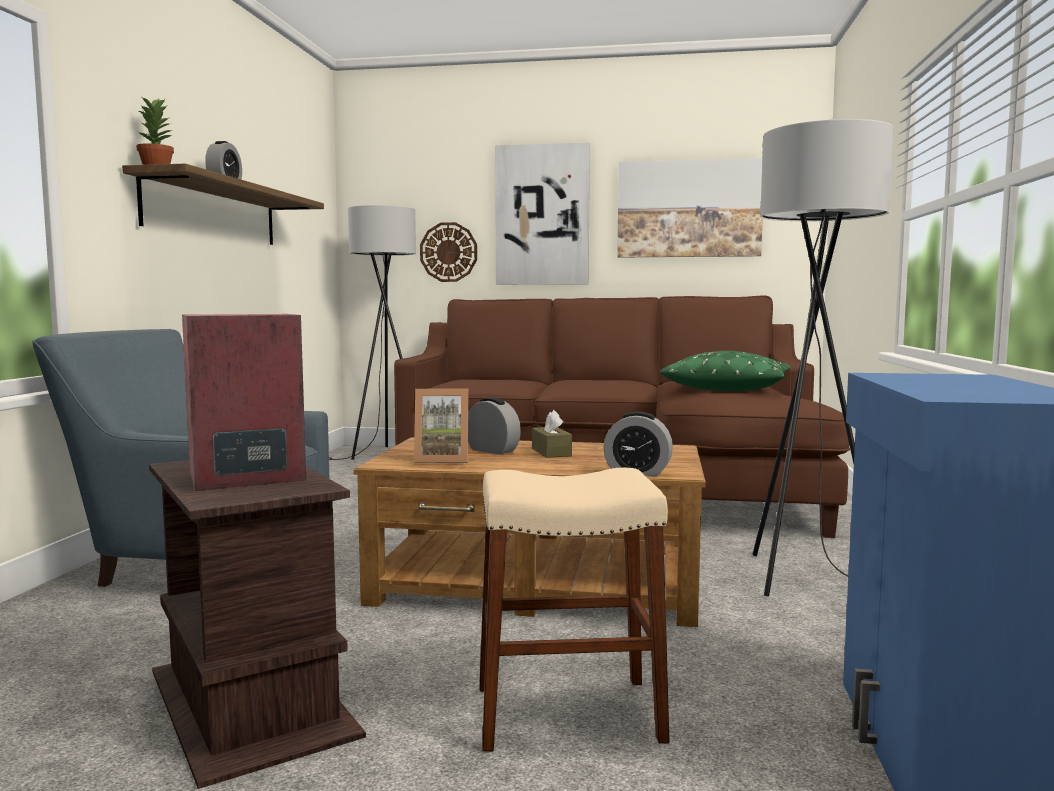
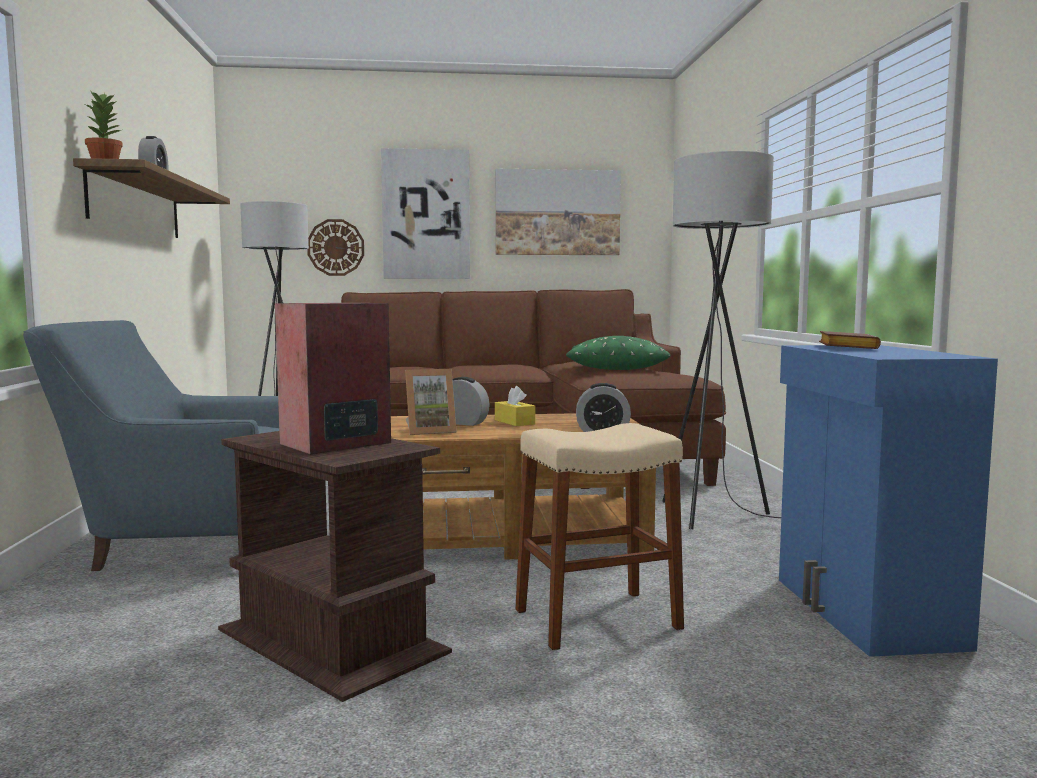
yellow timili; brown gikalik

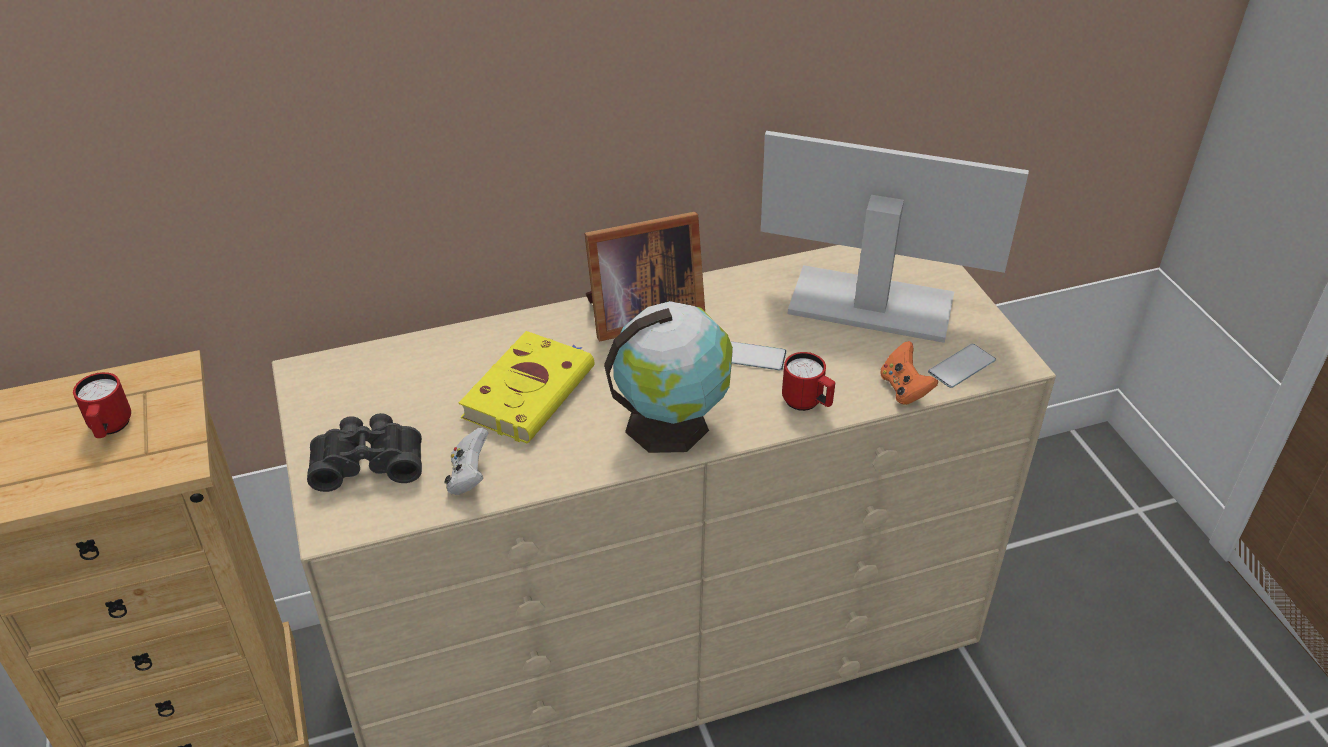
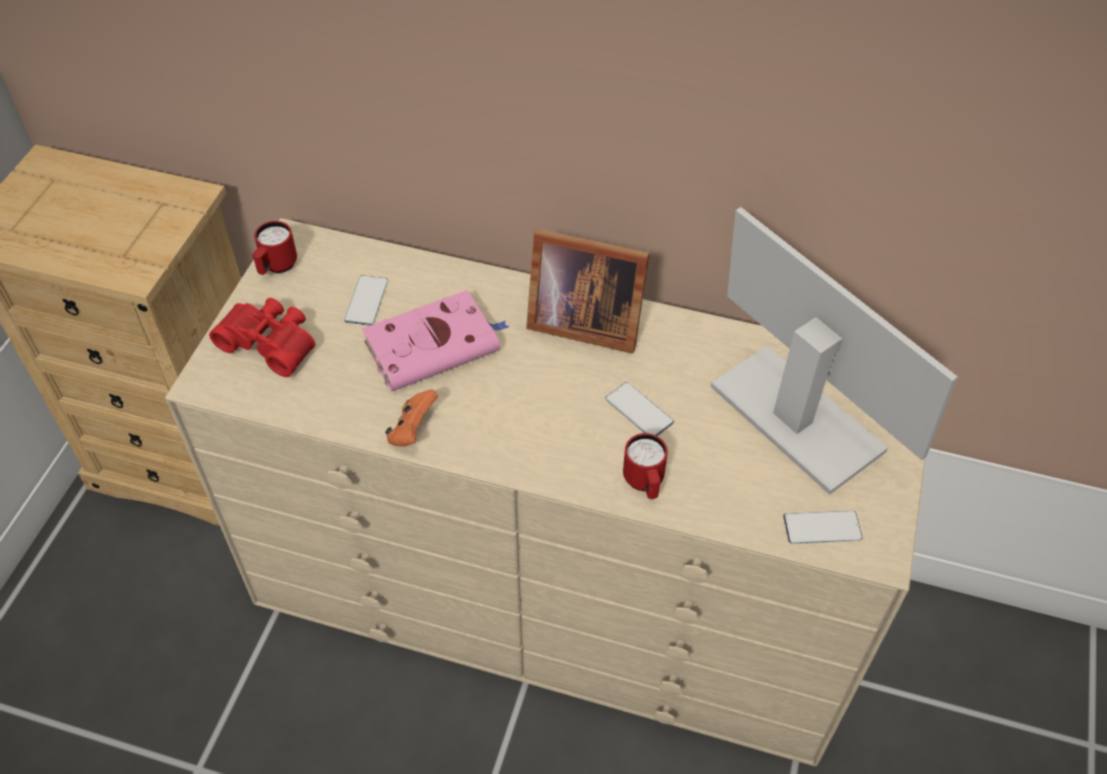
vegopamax; pink gikalik; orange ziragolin; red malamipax (1st from left); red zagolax; white ziragolin; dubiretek (1st from left)

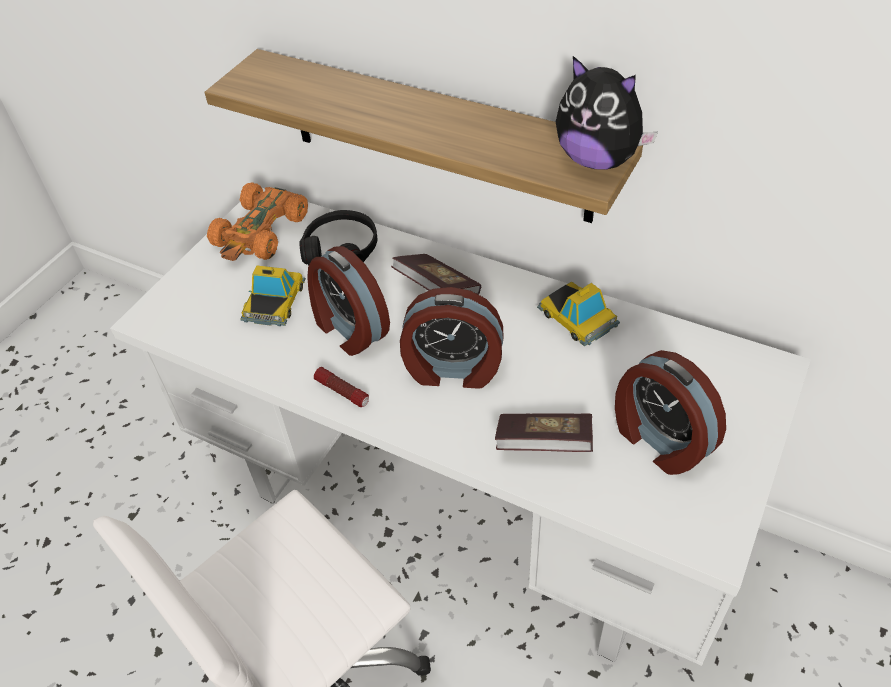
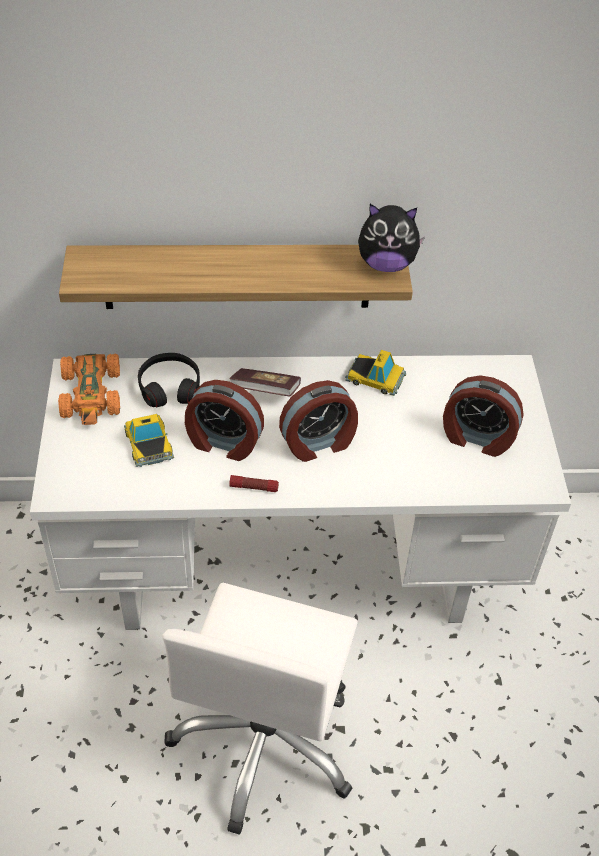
gikalik (2nd from left in the first image)

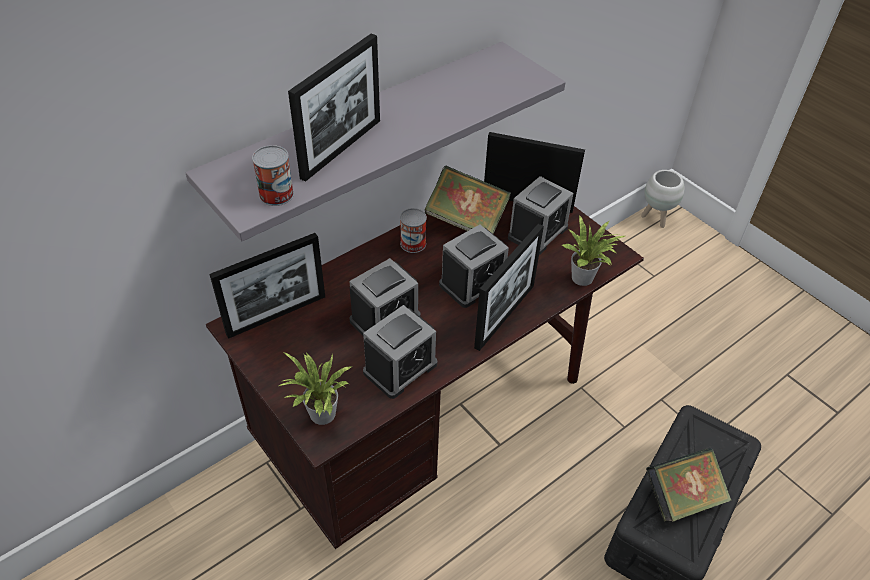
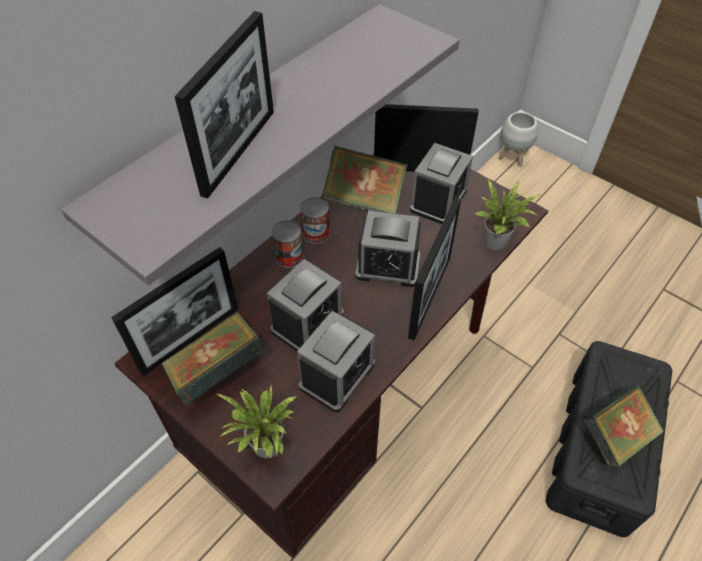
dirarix (1st from left); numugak (3rd from left); gikalik (1st from left)

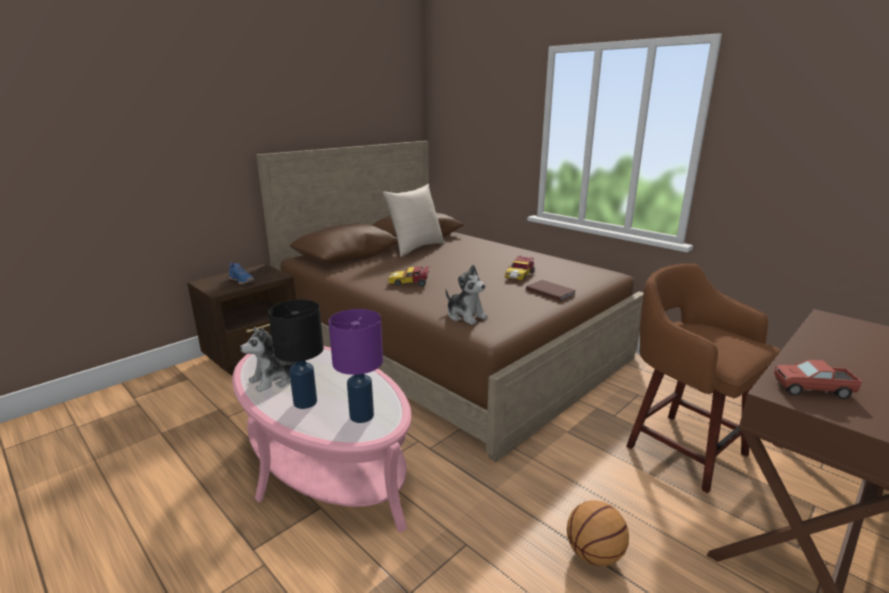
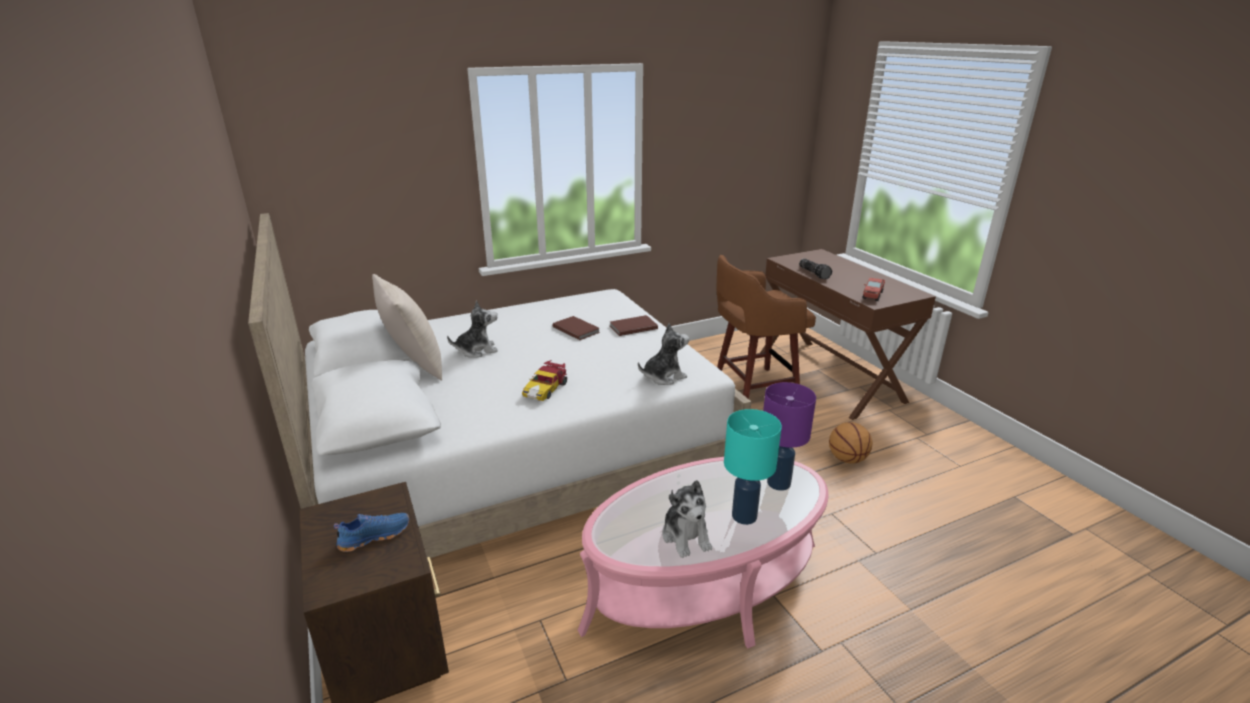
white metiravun; brown gikalik (1st from left); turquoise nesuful; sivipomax; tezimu (1st from left)

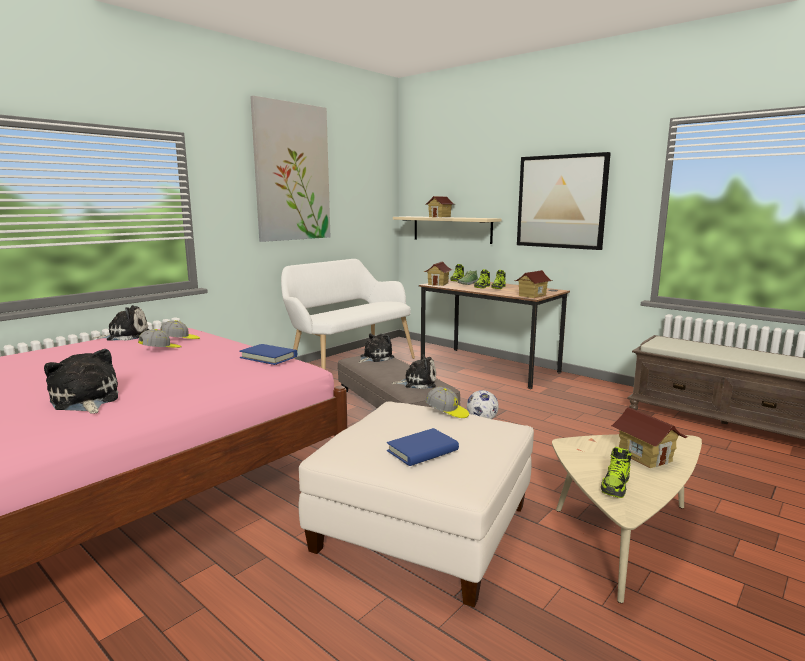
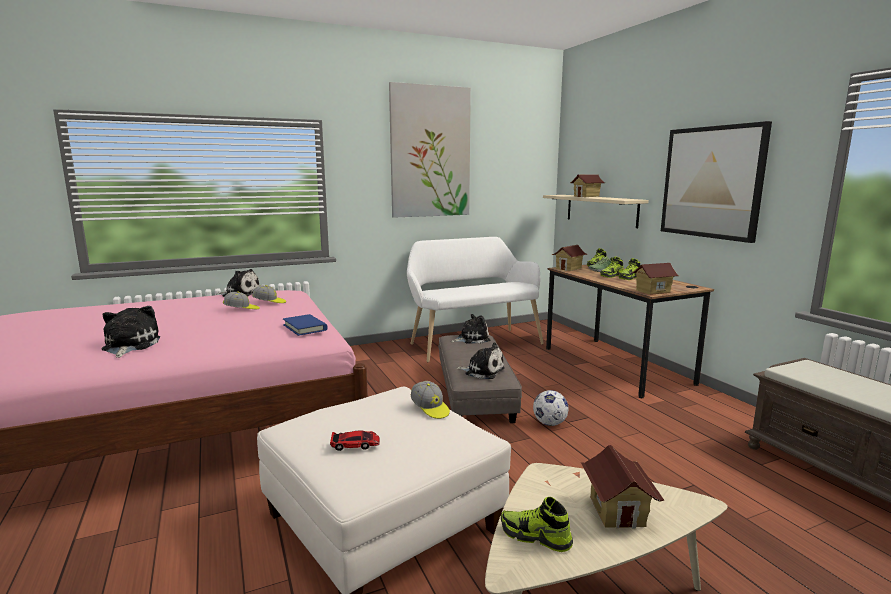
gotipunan; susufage (1st from left)

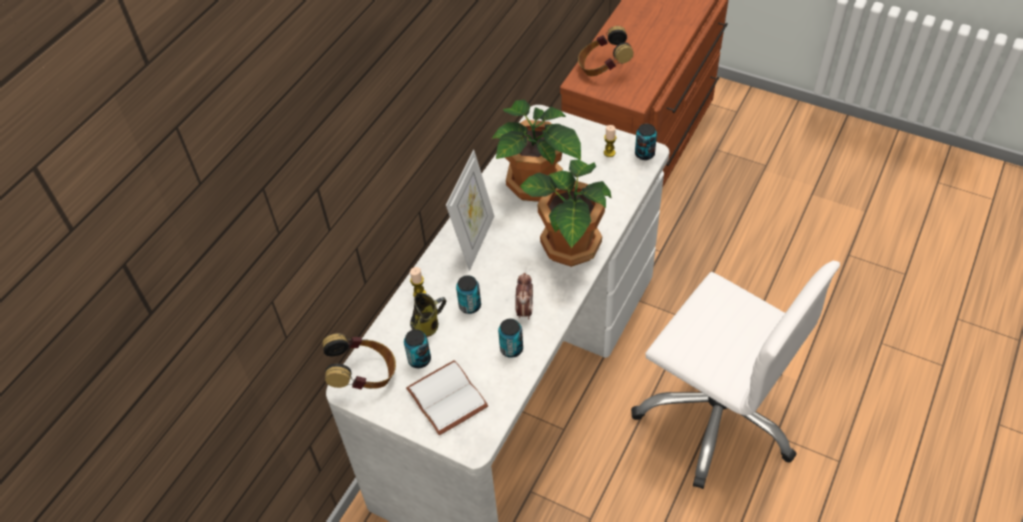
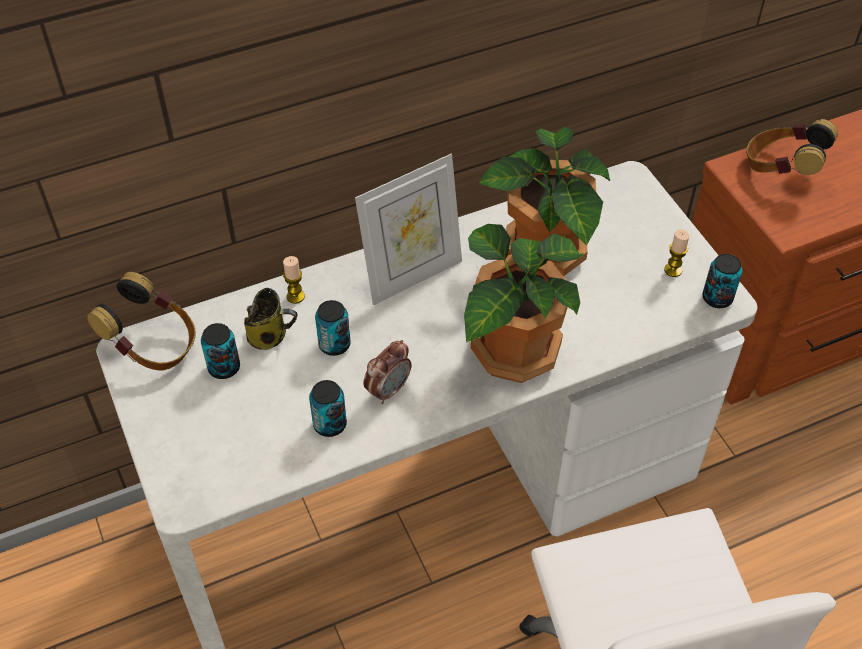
white gikalik

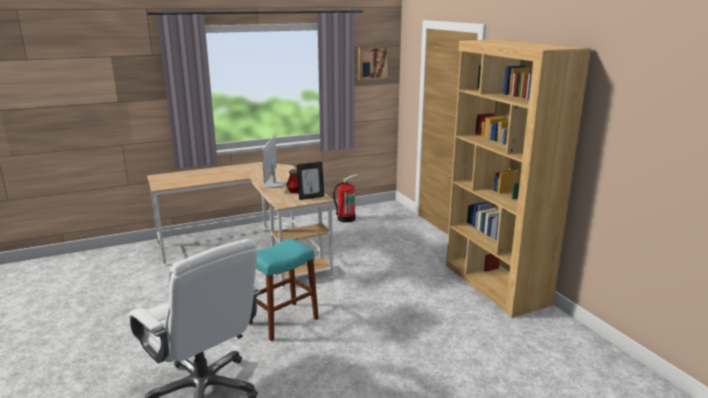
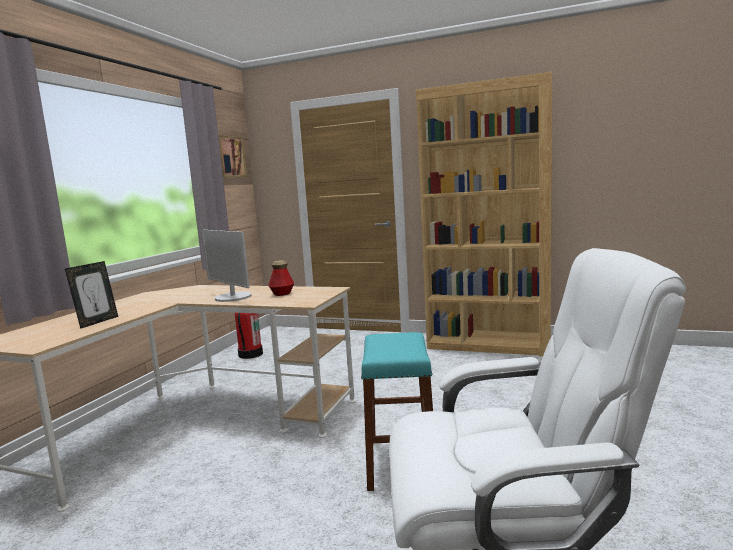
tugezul

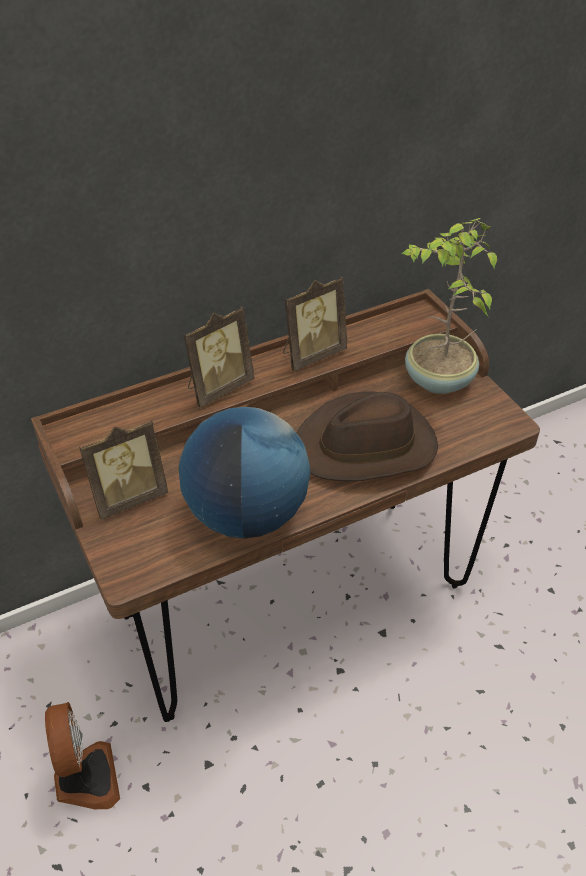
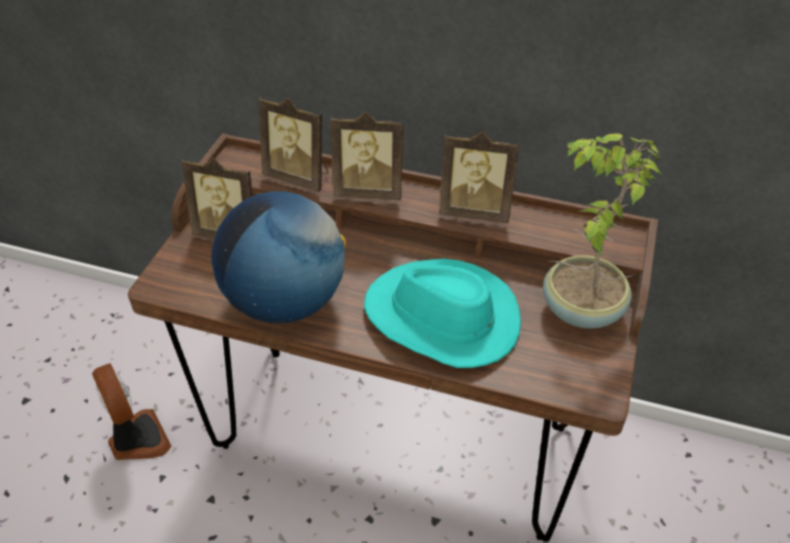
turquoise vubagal; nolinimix; tugezul (2nd from left)

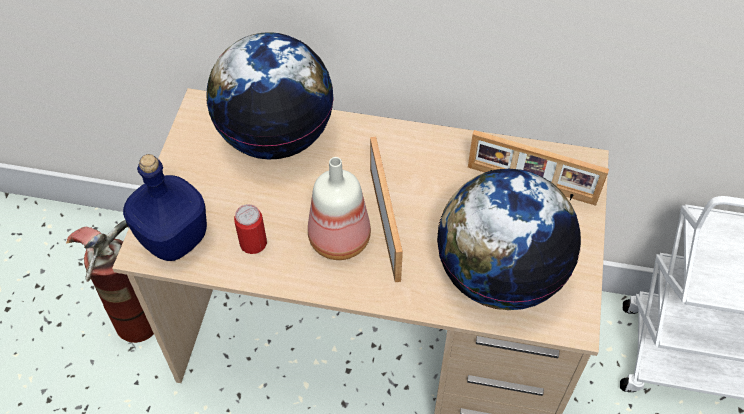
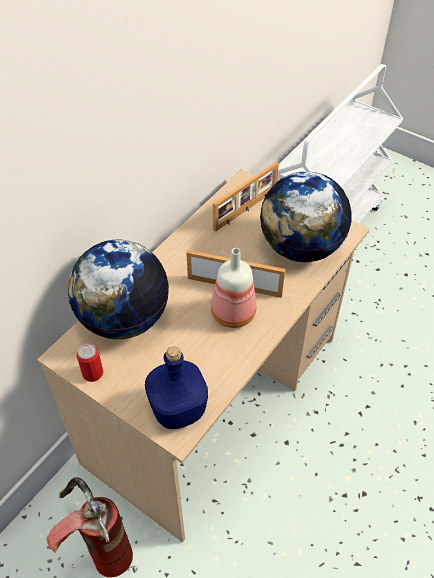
dirarix

